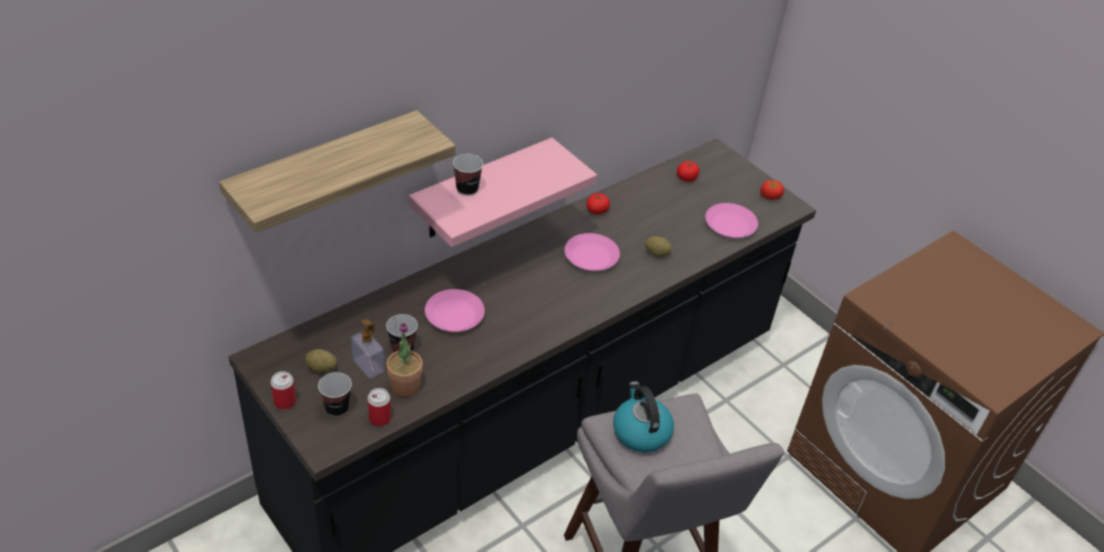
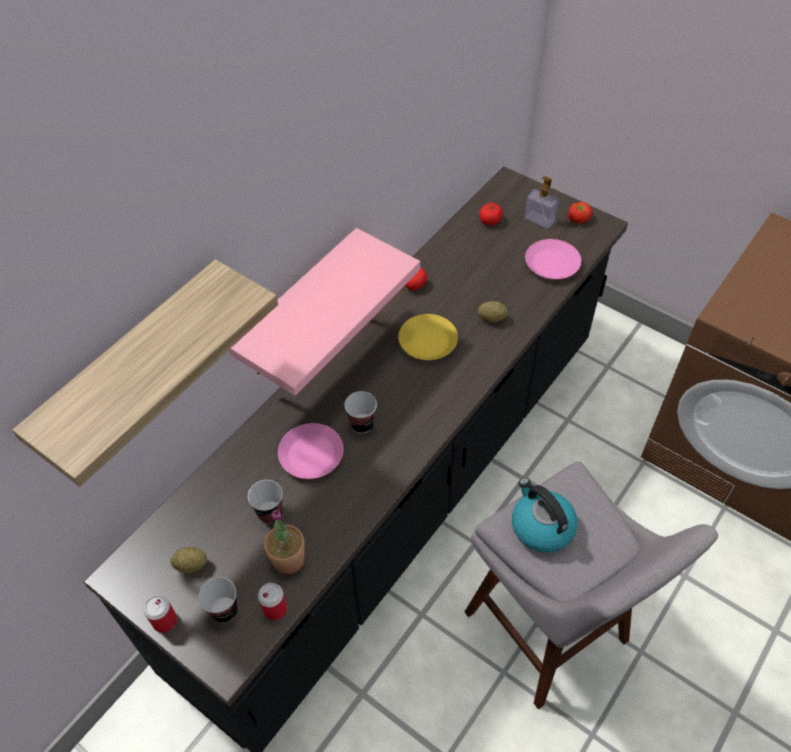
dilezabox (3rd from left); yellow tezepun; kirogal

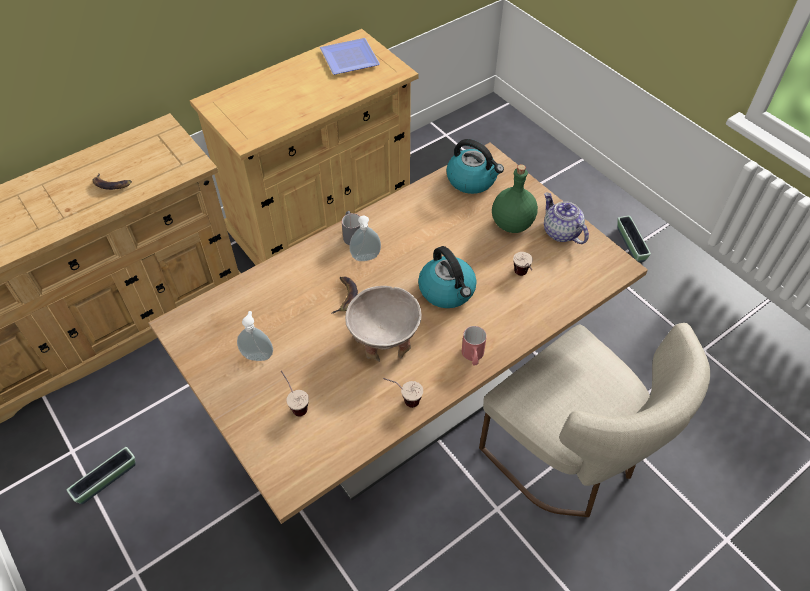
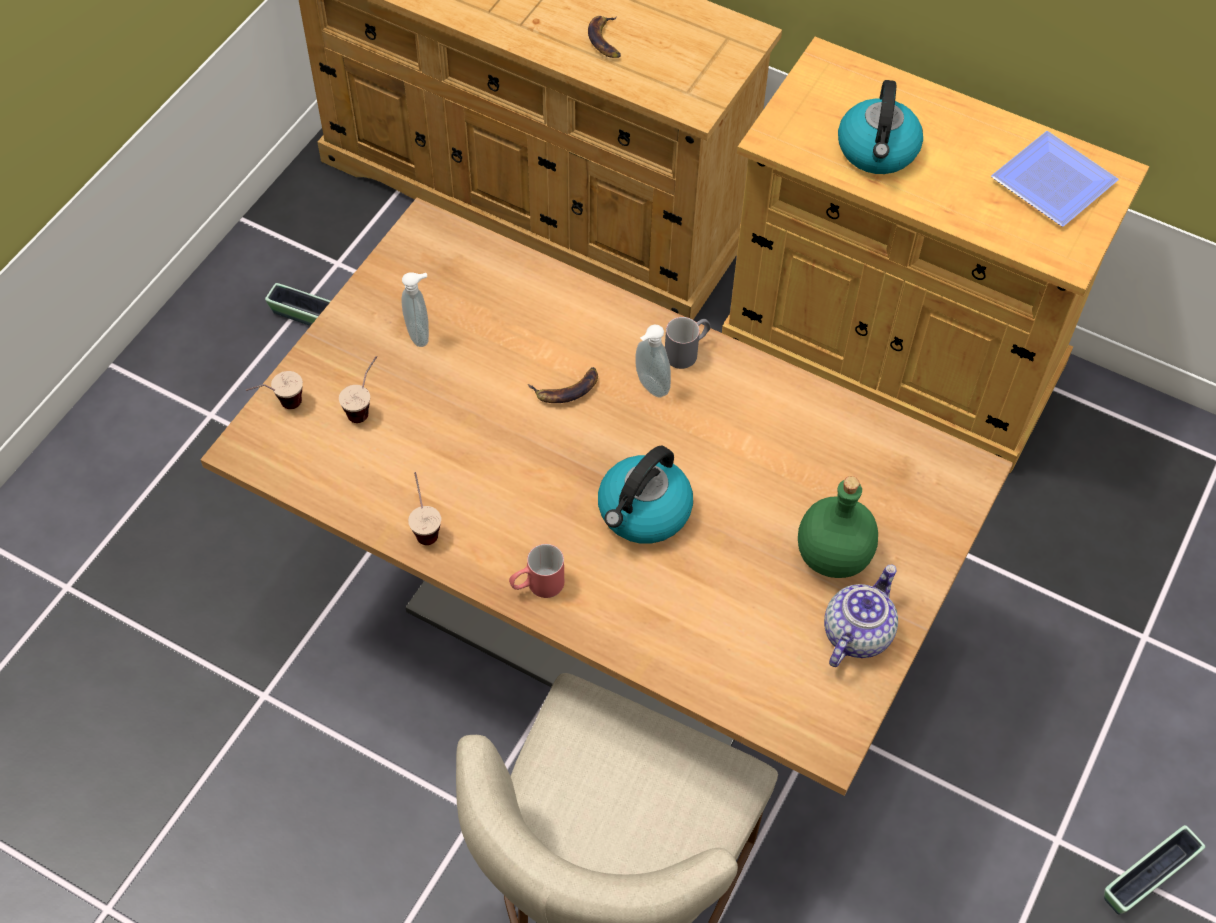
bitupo (2nd from left); dilezabox (1st from left); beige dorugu

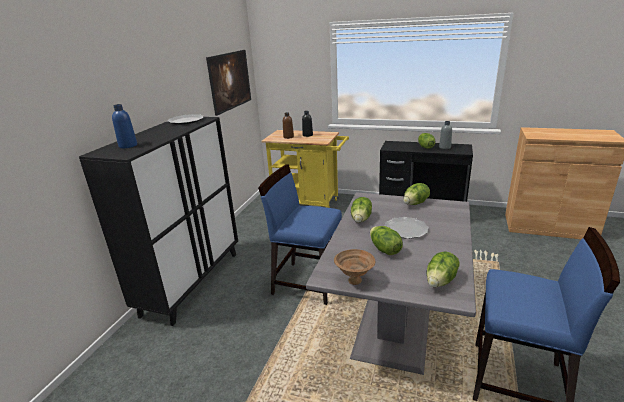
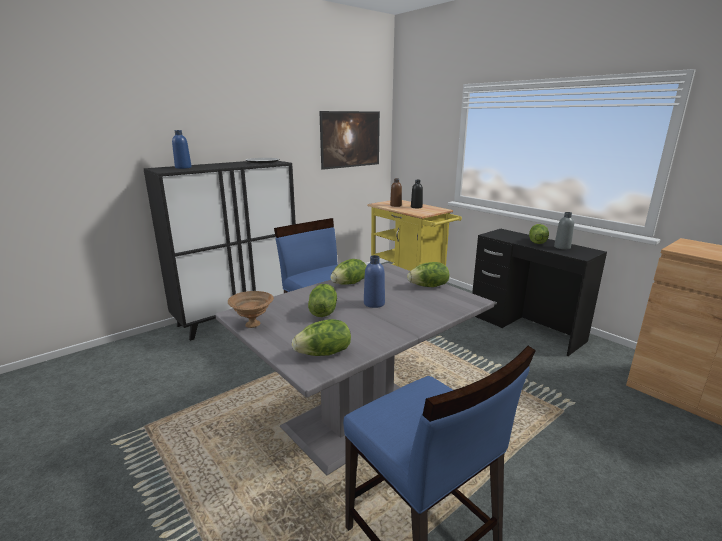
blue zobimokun (2nd from left)

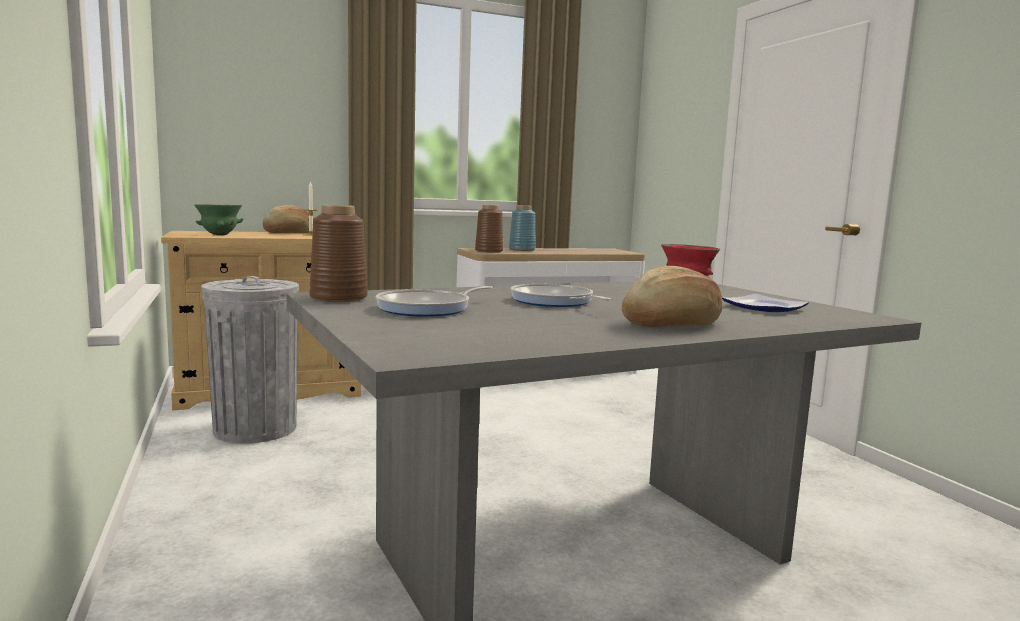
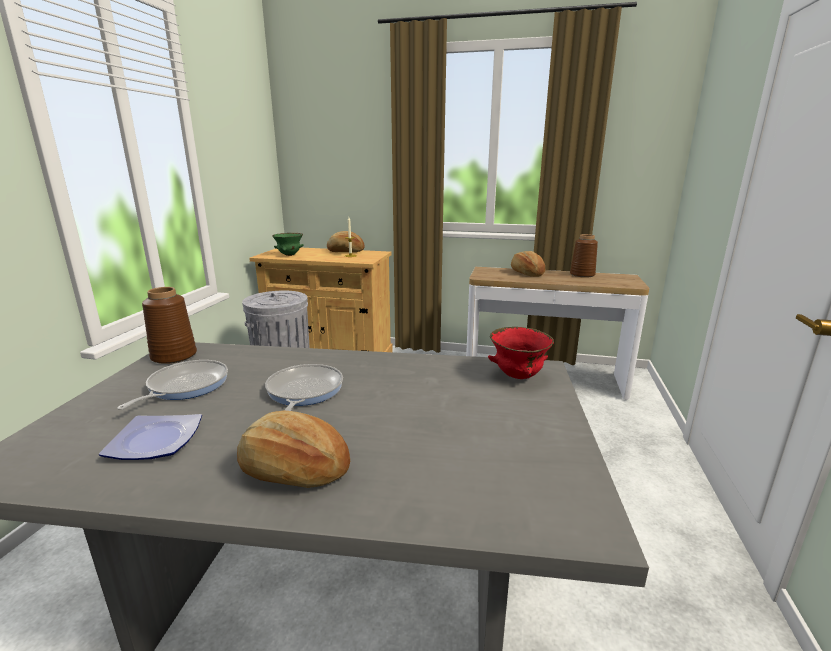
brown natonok (2nd from left); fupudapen (3rd from left); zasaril (1st from left); tezepun

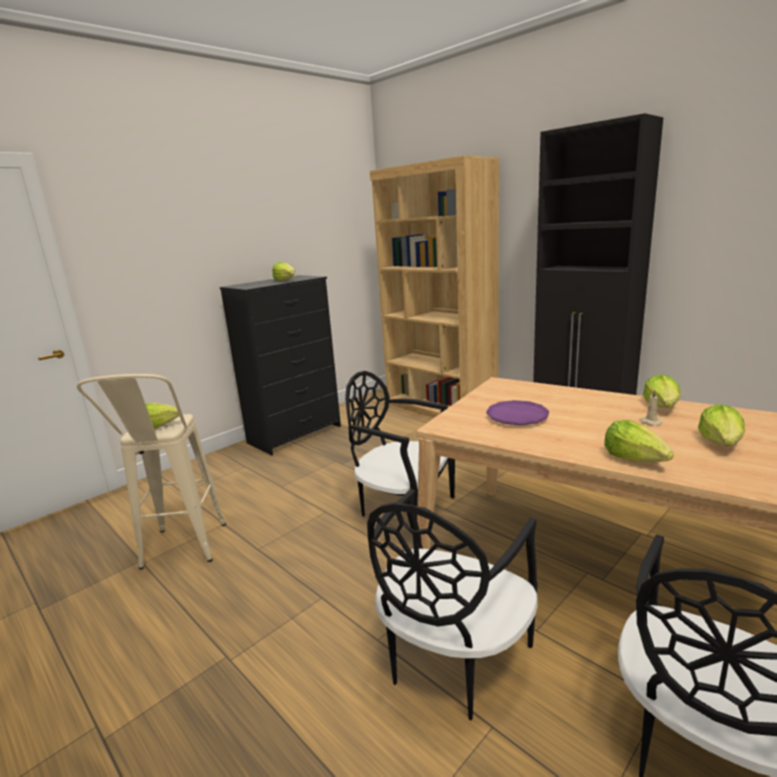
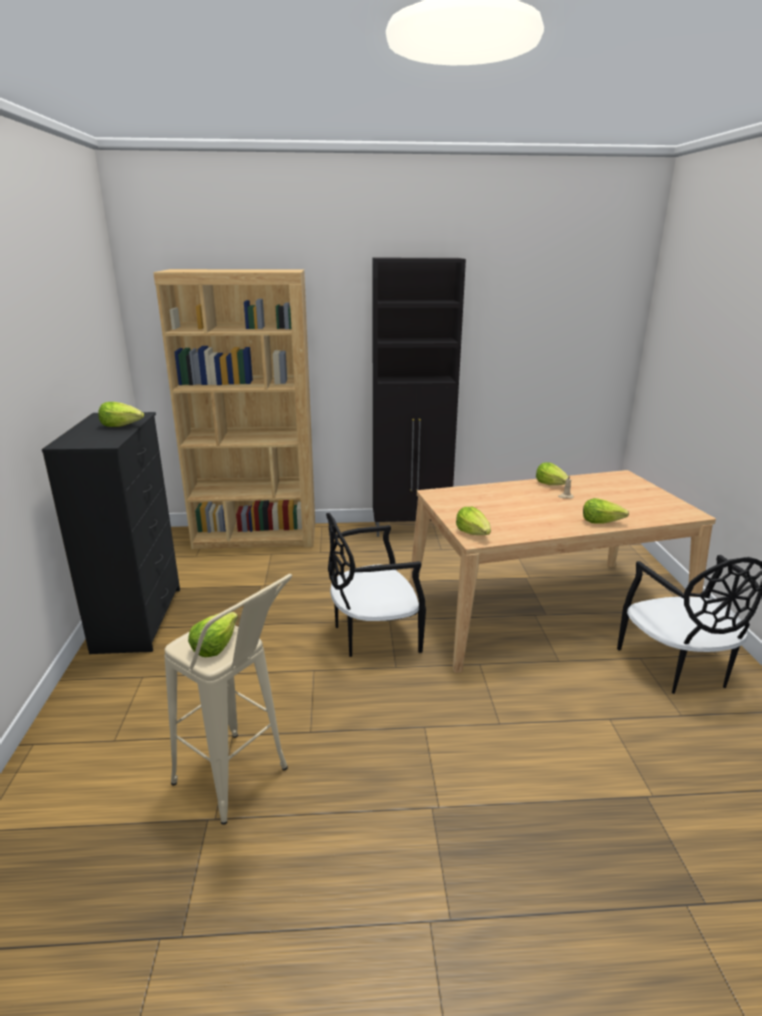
purple tezepun; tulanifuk (3rd from left); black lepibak (2nd from left in the first image)

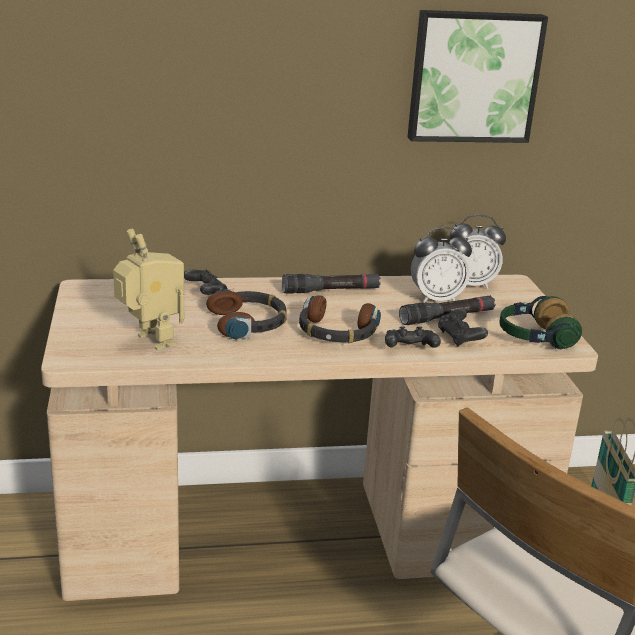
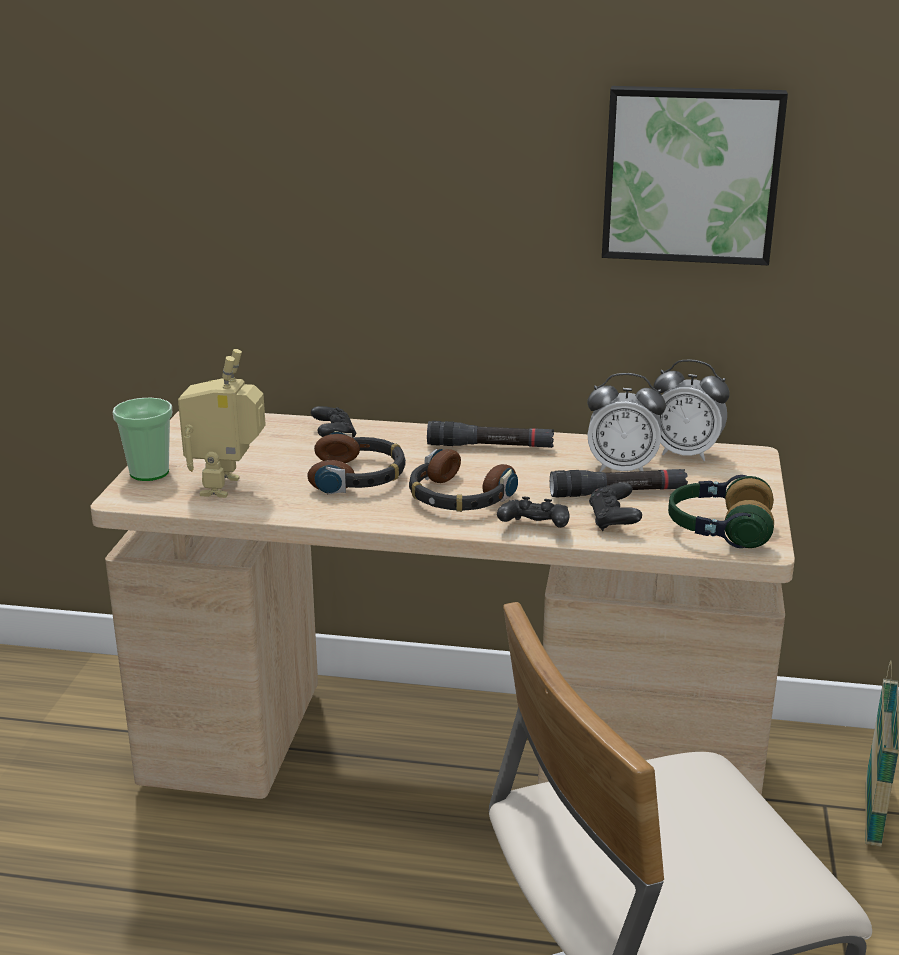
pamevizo; dilezabox

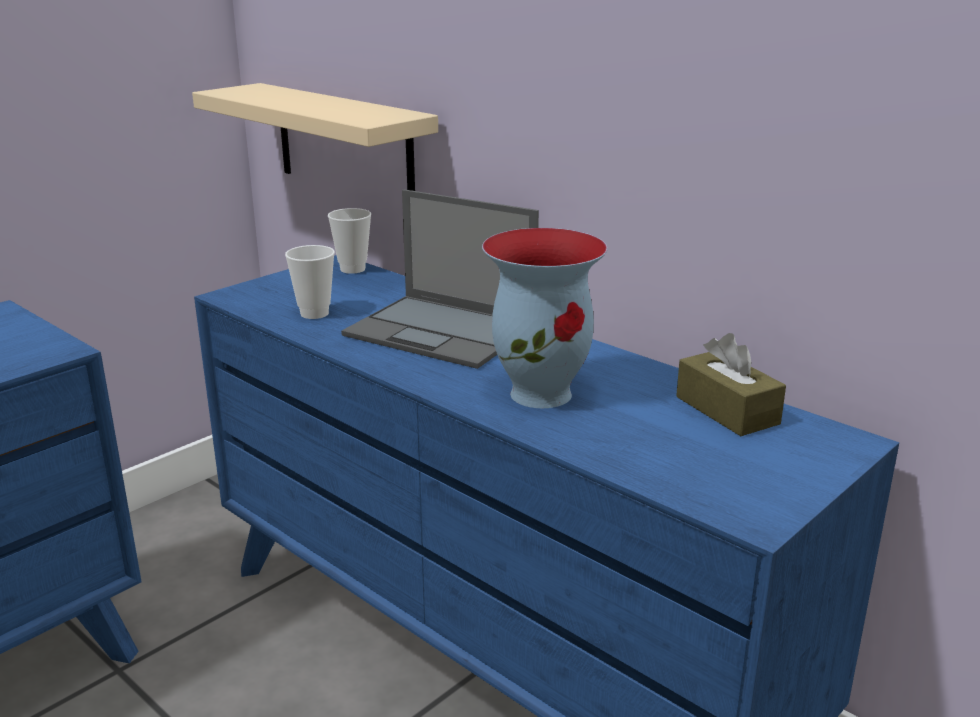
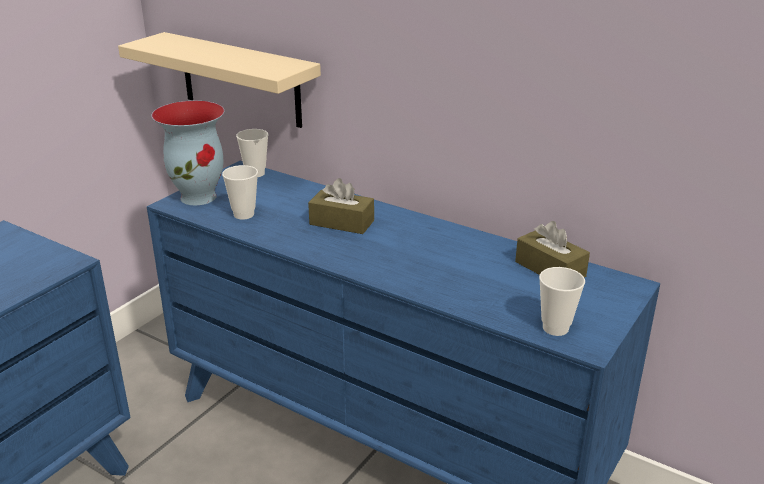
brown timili (1st from left); natonok; dilezabox (3rd from left)

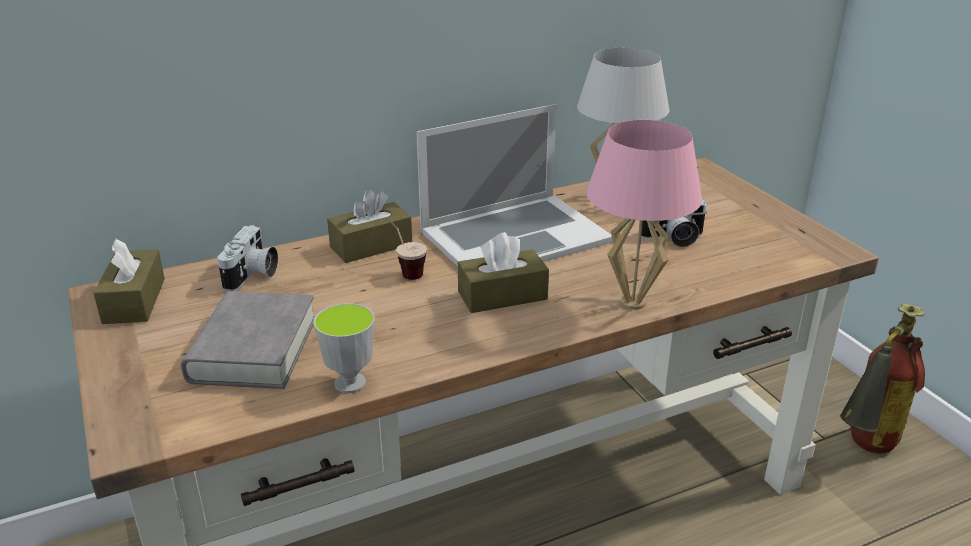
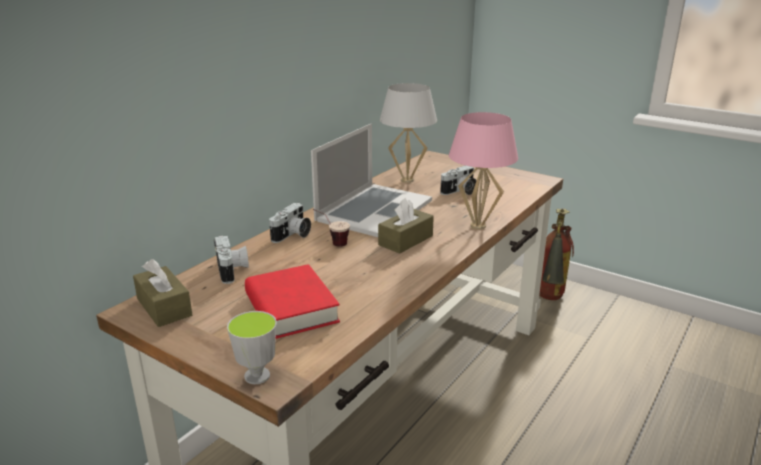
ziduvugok (2nd from left); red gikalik; dilezabox (1st from left)

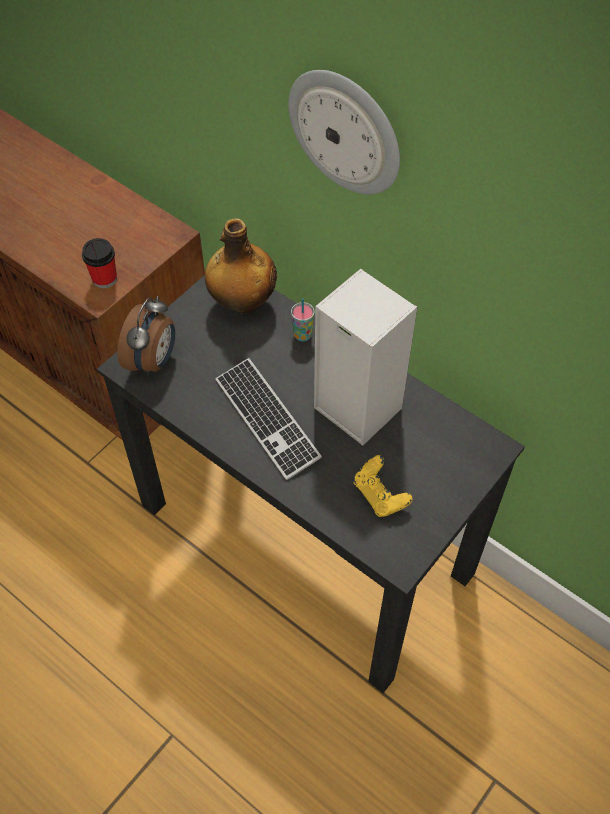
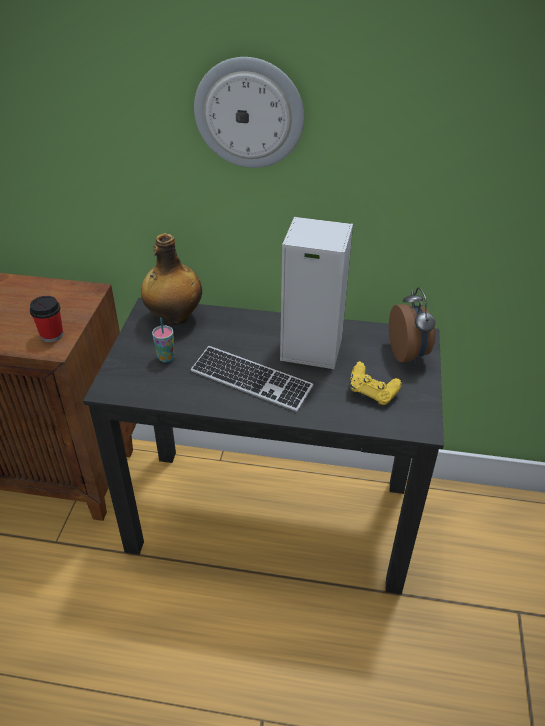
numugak; dilezabox (2nd from left)

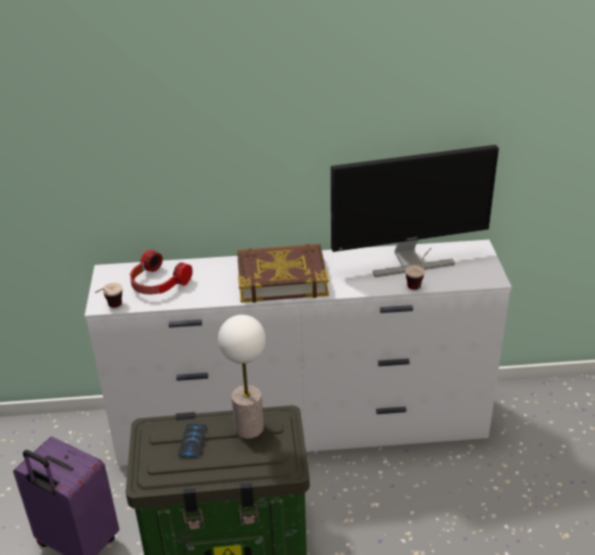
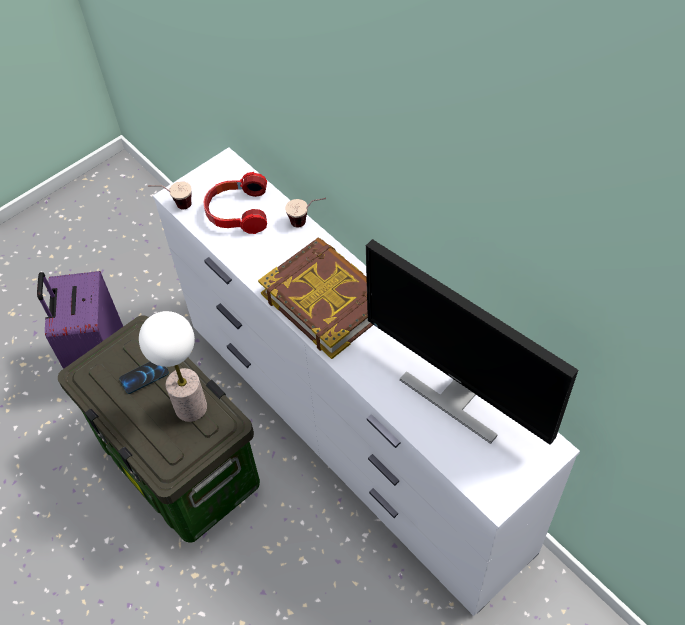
dilezabox (2nd from left)

